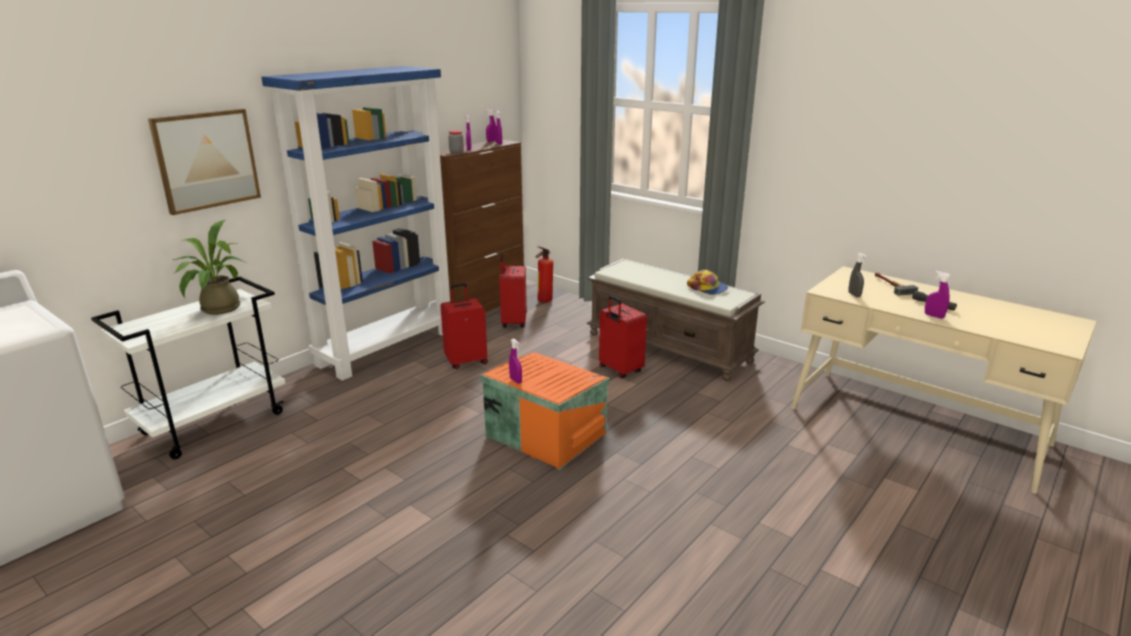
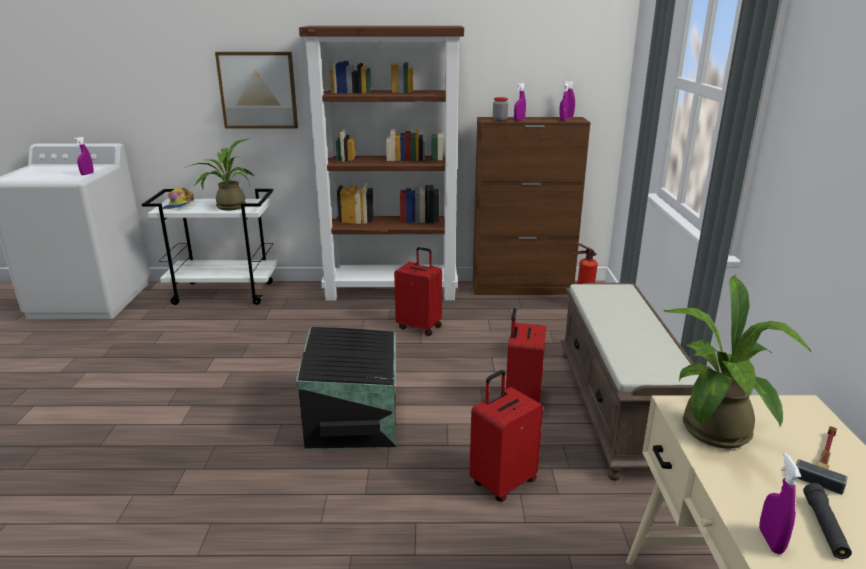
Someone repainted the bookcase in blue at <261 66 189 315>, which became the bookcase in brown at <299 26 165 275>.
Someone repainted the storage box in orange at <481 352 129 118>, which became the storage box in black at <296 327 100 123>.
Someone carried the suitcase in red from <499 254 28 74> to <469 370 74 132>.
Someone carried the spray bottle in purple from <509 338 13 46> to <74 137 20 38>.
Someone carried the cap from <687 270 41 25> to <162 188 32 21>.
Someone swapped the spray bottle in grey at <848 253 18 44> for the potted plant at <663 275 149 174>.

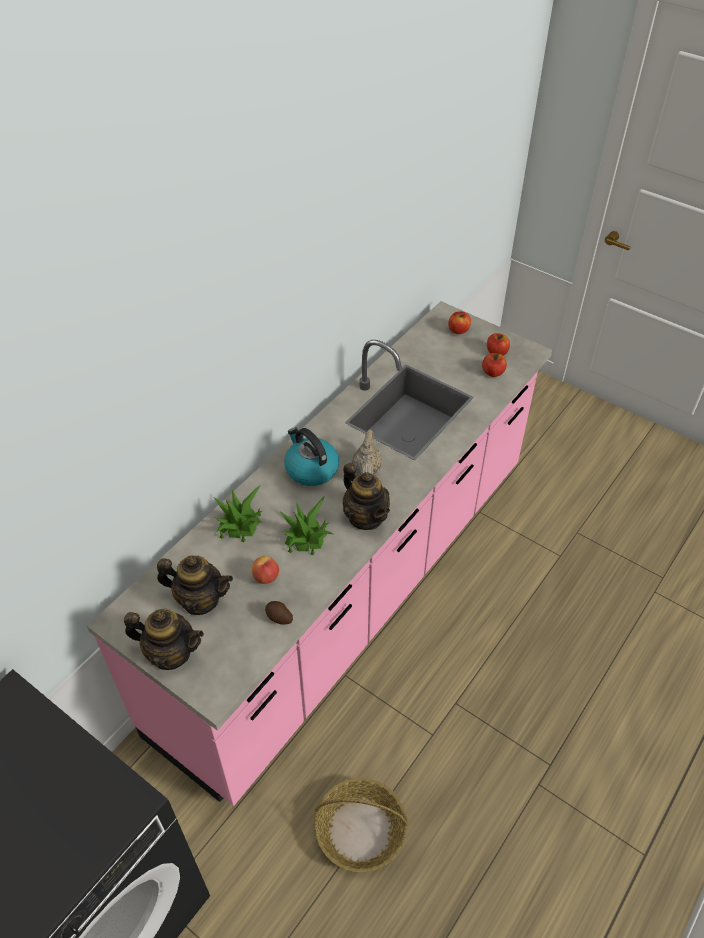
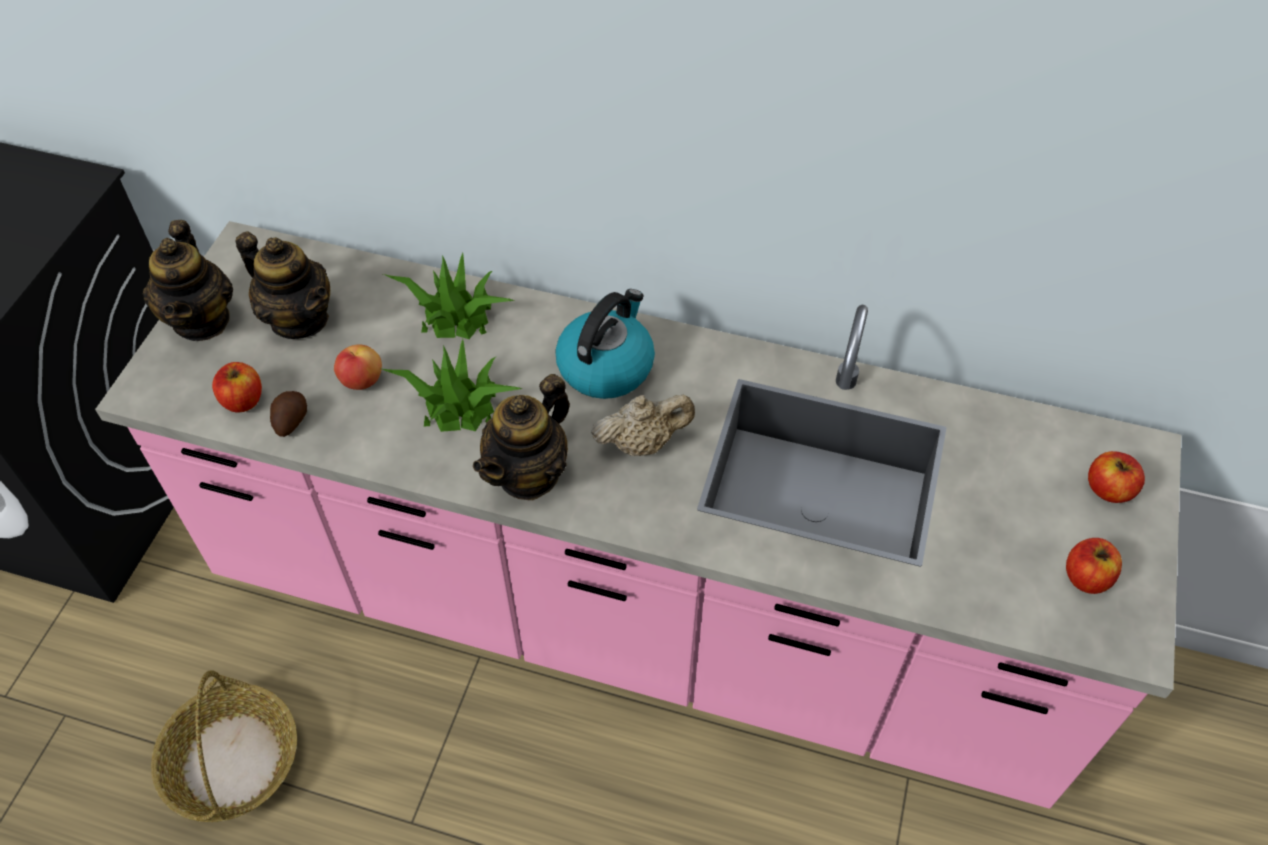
Someone rotated the teapot at <157 555 76 60> by 45 degrees counterclockwise.
Someone carried the apple from <482 353 25 24> to <212 362 50 50>.

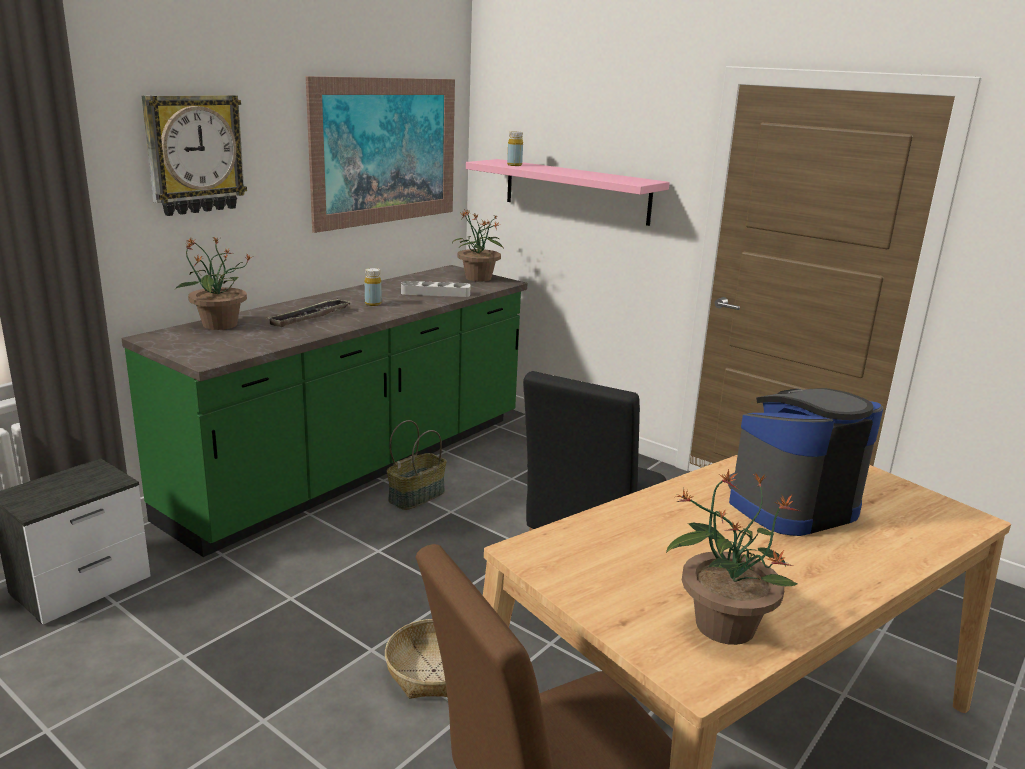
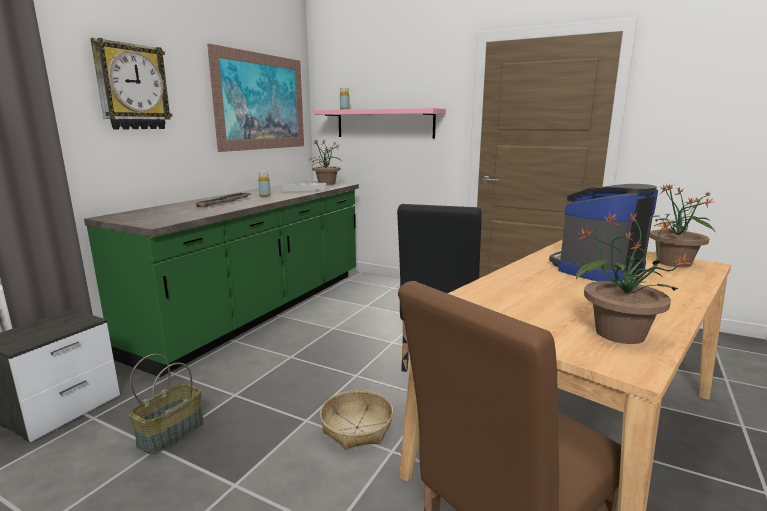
Someone carried the potted plant from <174 236 78 94> to <650 184 65 83>.
Someone carried the basket from <387 420 60 90> to <129 354 75 100>.

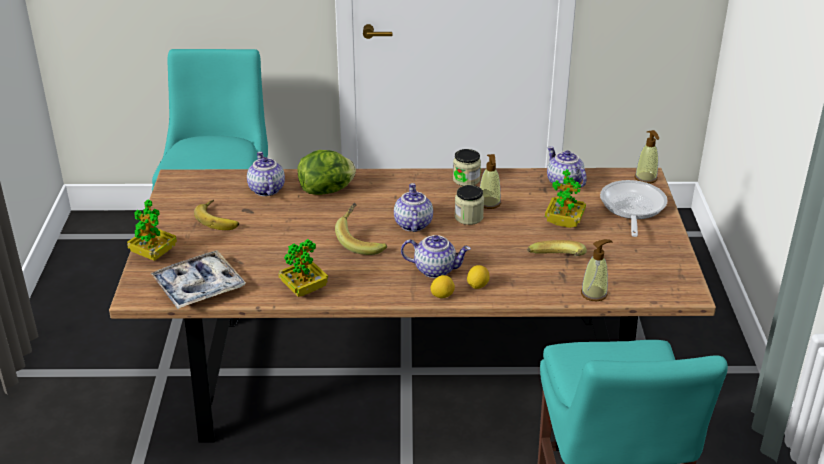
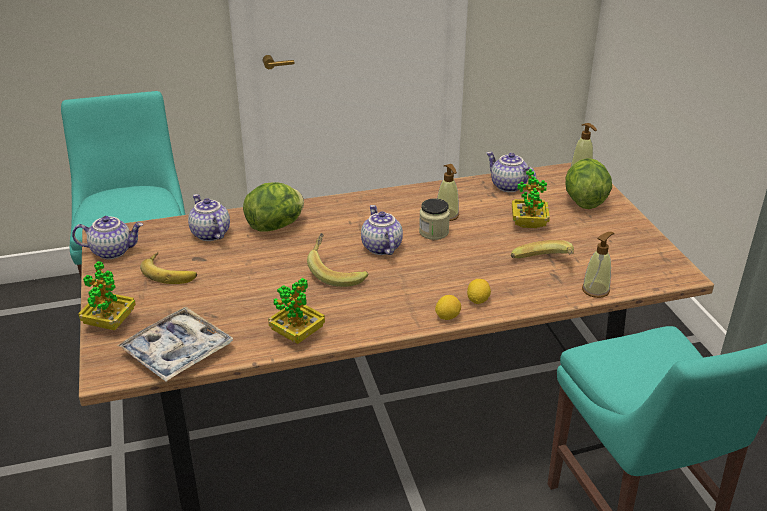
Someone carried the teapot from <401 235 70 43> to <72 216 71 43>.
Someone took away the jar at <453 149 28 37>.
Someone swapped the frying pan at <600 180 68 57> for the lettuce at <565 158 47 51>.

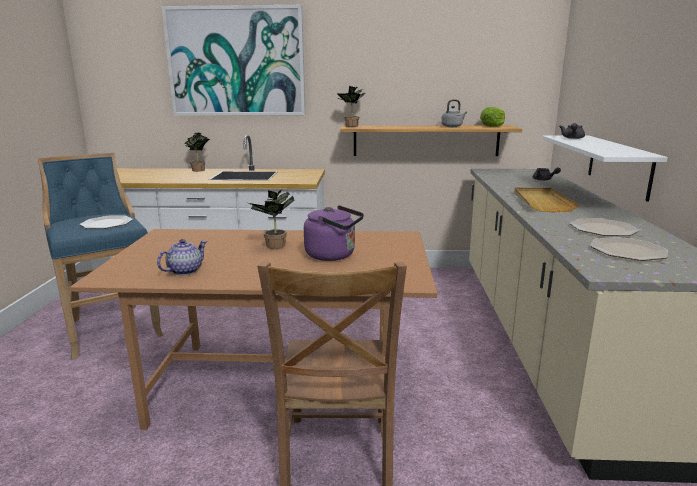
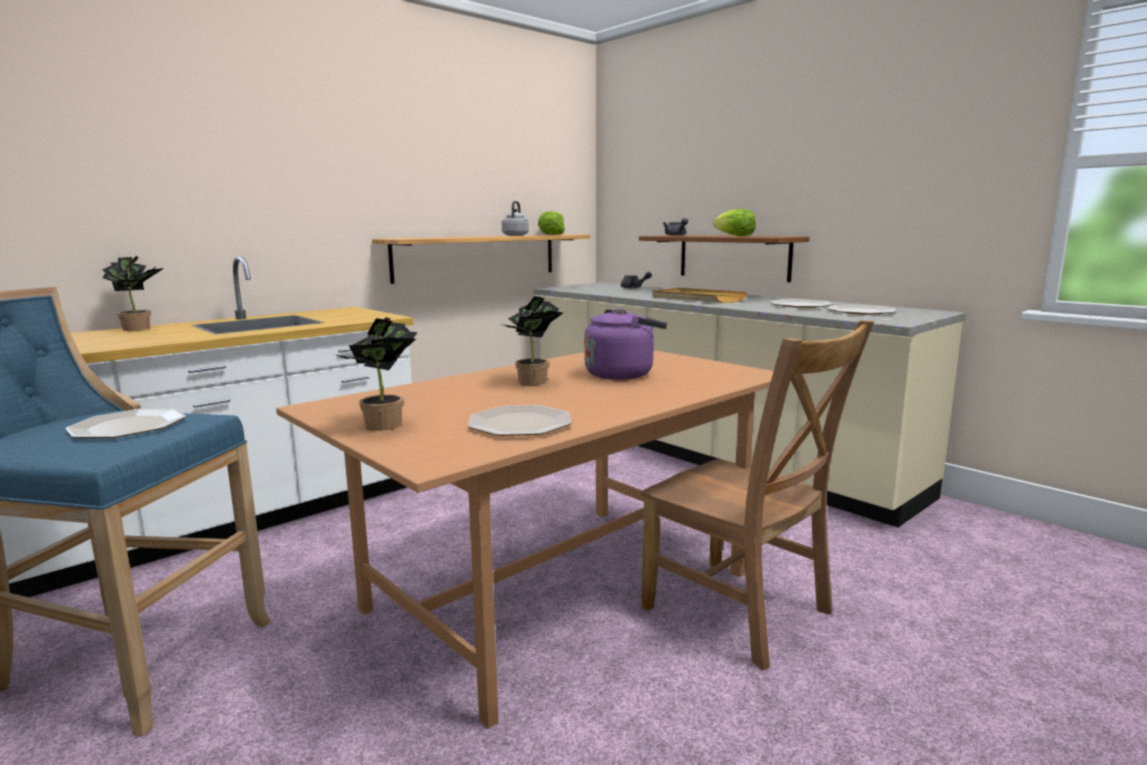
Someone swapped the teapot at <157 239 50 36> for the plate at <468 405 104 31>.
Someone took away the picture at <162 5 144 111>.
Someone carried the potted plant from <336 86 30 41> to <338 317 80 114>.
Someone repainted the shelf in white at <542 136 126 66>, which became the shelf in brown at <639 235 170 47>.
Someone put down the lettuce at <713 209 43 27>.

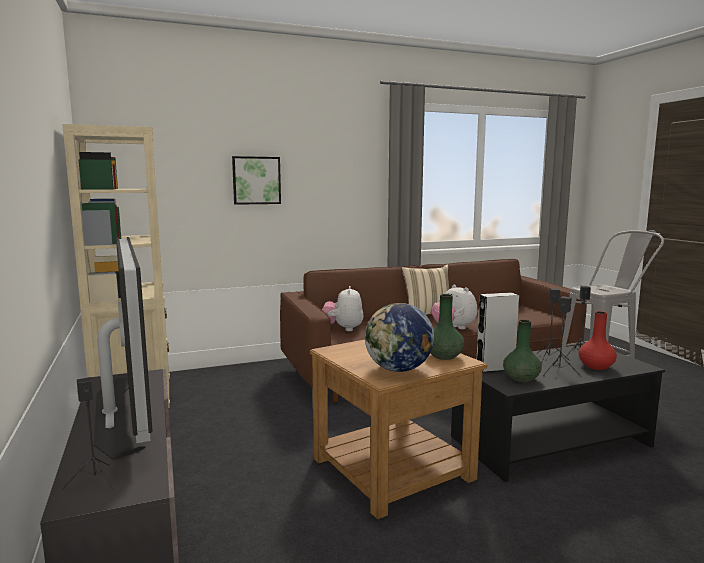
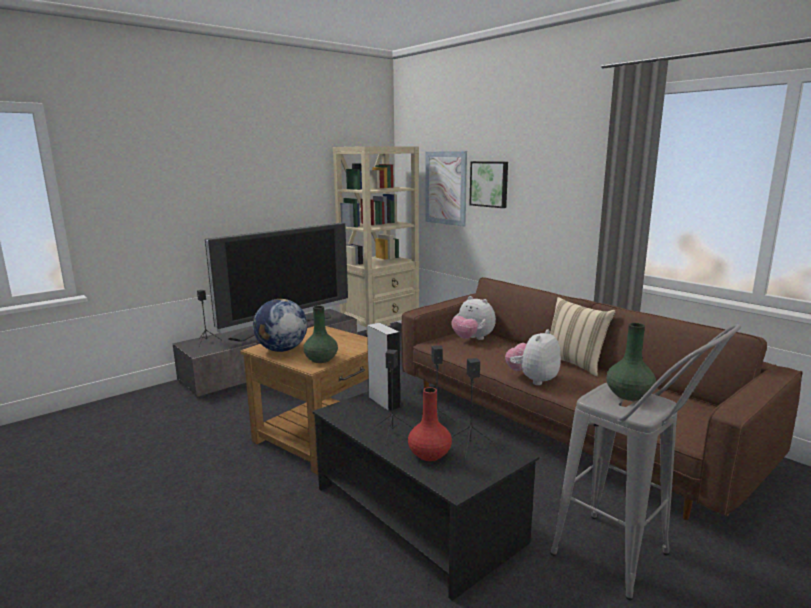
Someone rotated the plush toy at <322 286 41 45> by 120 degrees counterclockwise.
Someone carried the vase in green from <503 320 39 62> to <606 323 50 78>.
Someone put up the picture at <425 151 42 76>.

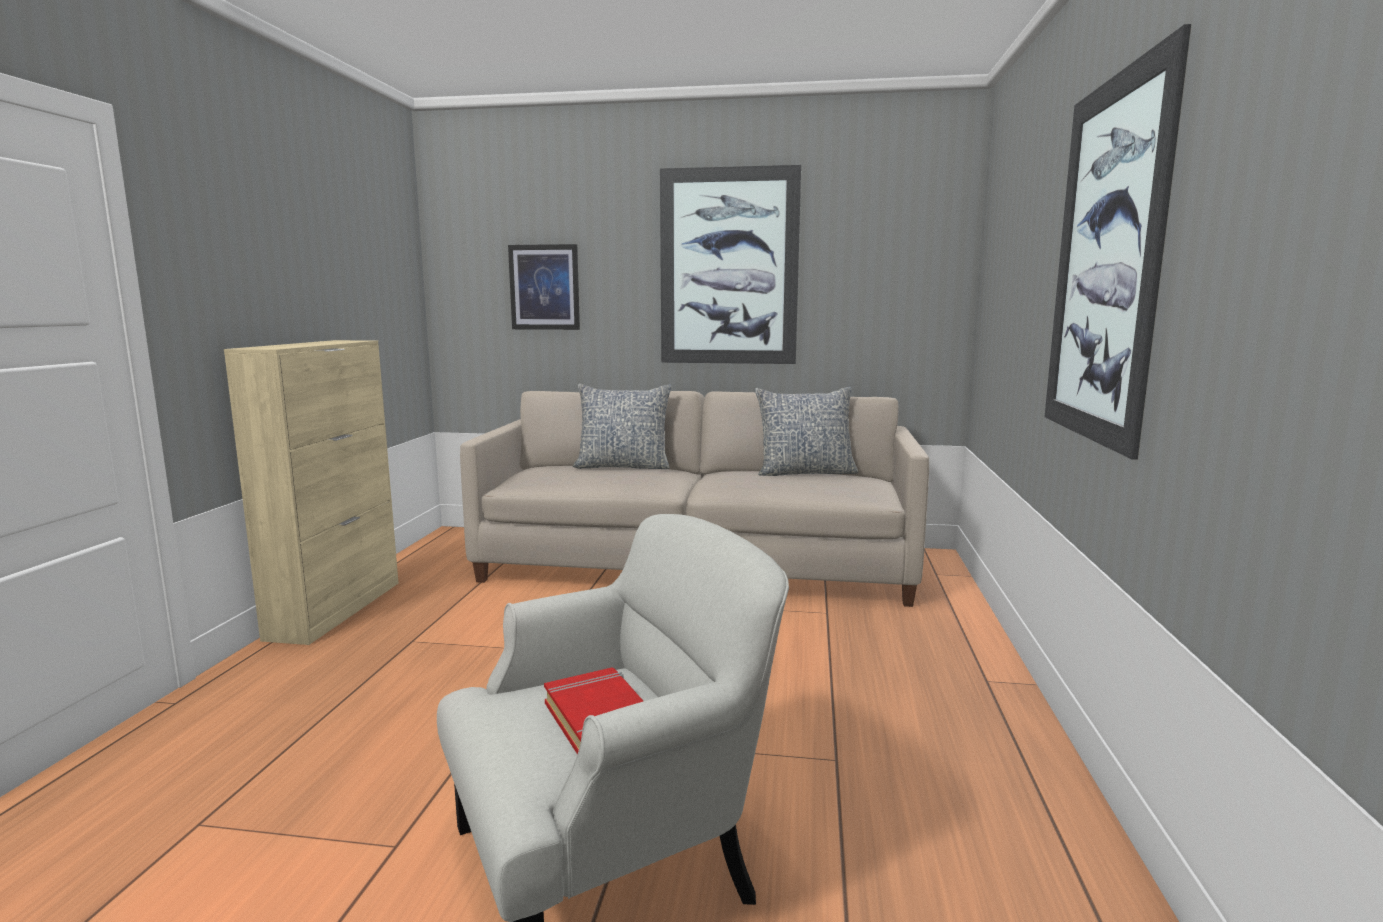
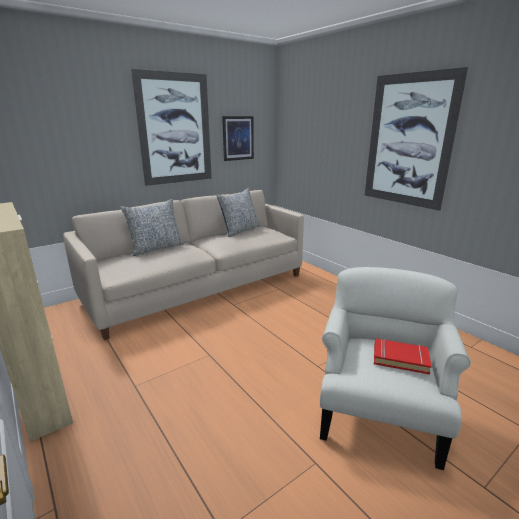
Someone carried the picture from <508 244 72 86> to <222 116 32 45>.

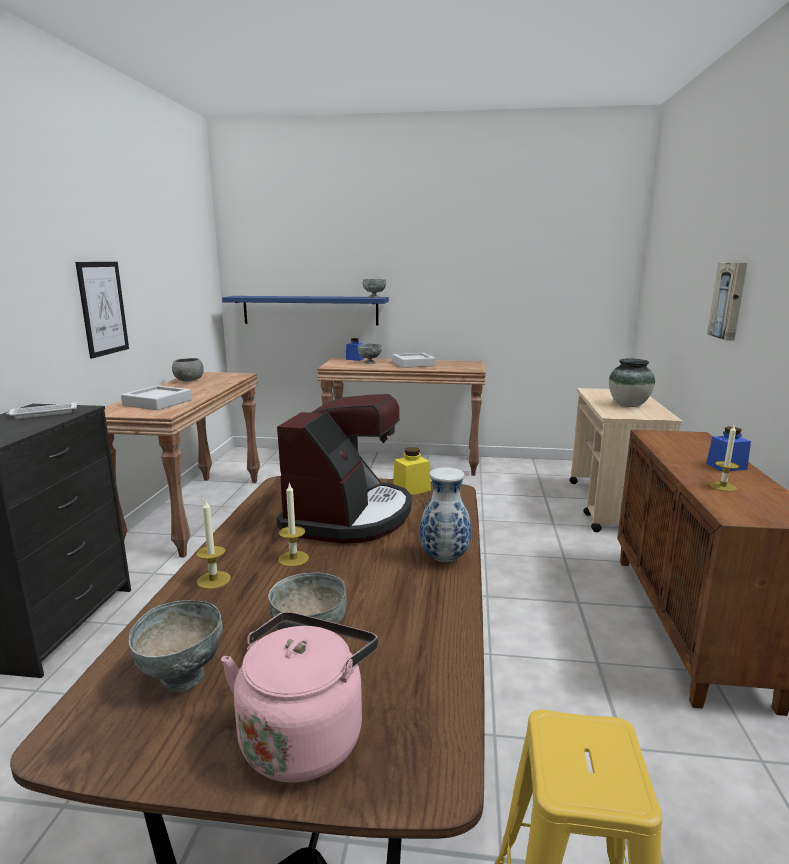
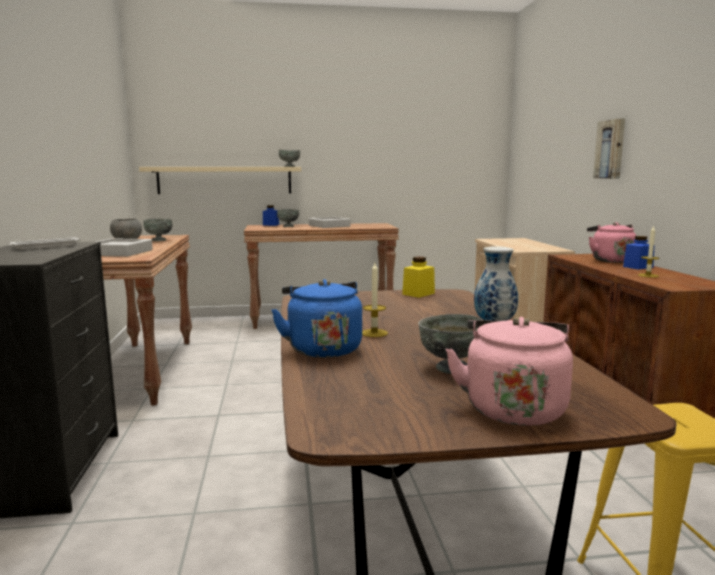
Someone took away the picture at <75 262 54 97>.
Someone carried the bowl in grey from <129 600 94 92> to <143 219 30 22>.
Someone swapped the candle at <196 499 35 90> for the kettle in blue at <271 279 91 79>.
Someone repainted the shelf in blue at <222 296 167 29>, which became the shelf in beige at <139 167 162 27>.
Someone took away the coffee machine at <277 394 135 150>.
Someone took away the vase at <609 359 46 48>.
Someone put down the kettle in pink at <587 222 49 41>.

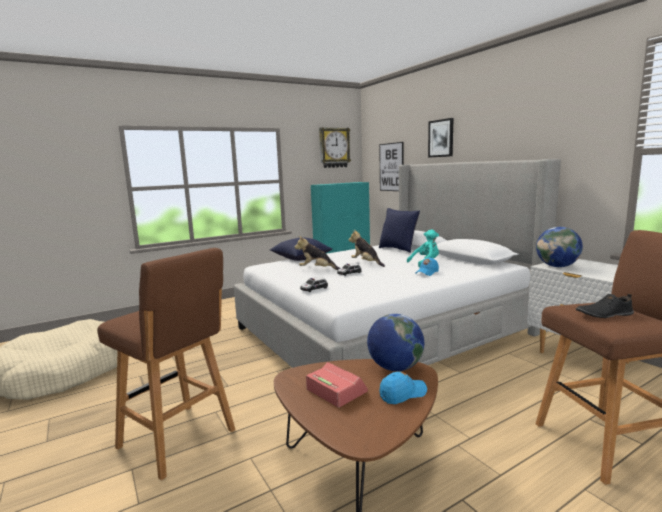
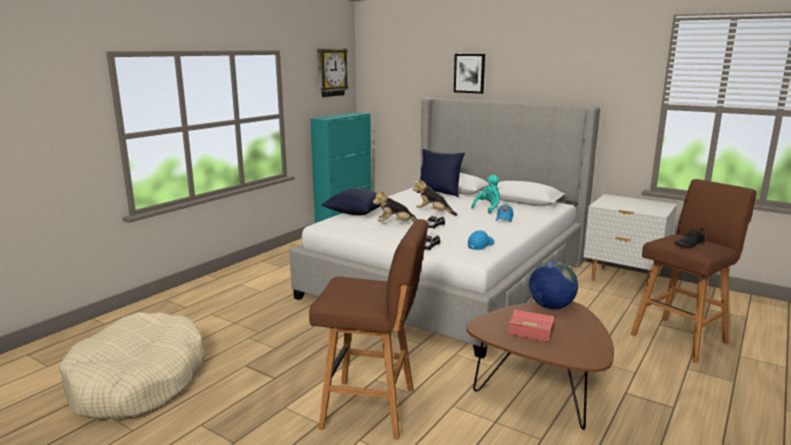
Someone took away the picture at <379 142 24 49>.
Someone carried the cap in blue from <380 372 47 32> to <468 230 26 20>.
Someone took away the globe at <536 227 47 40>.

